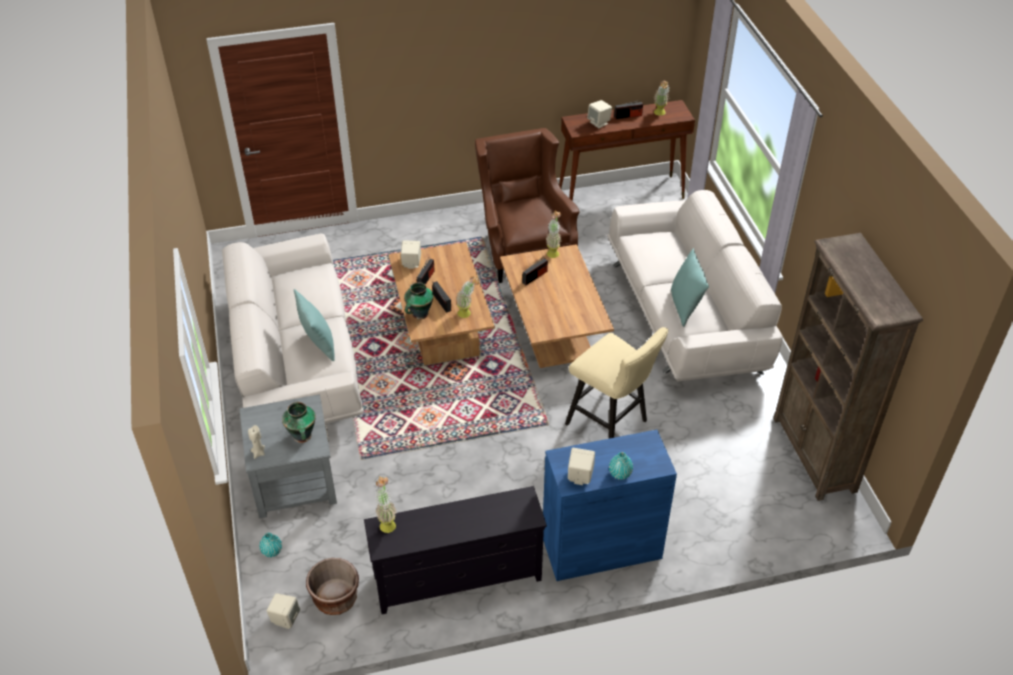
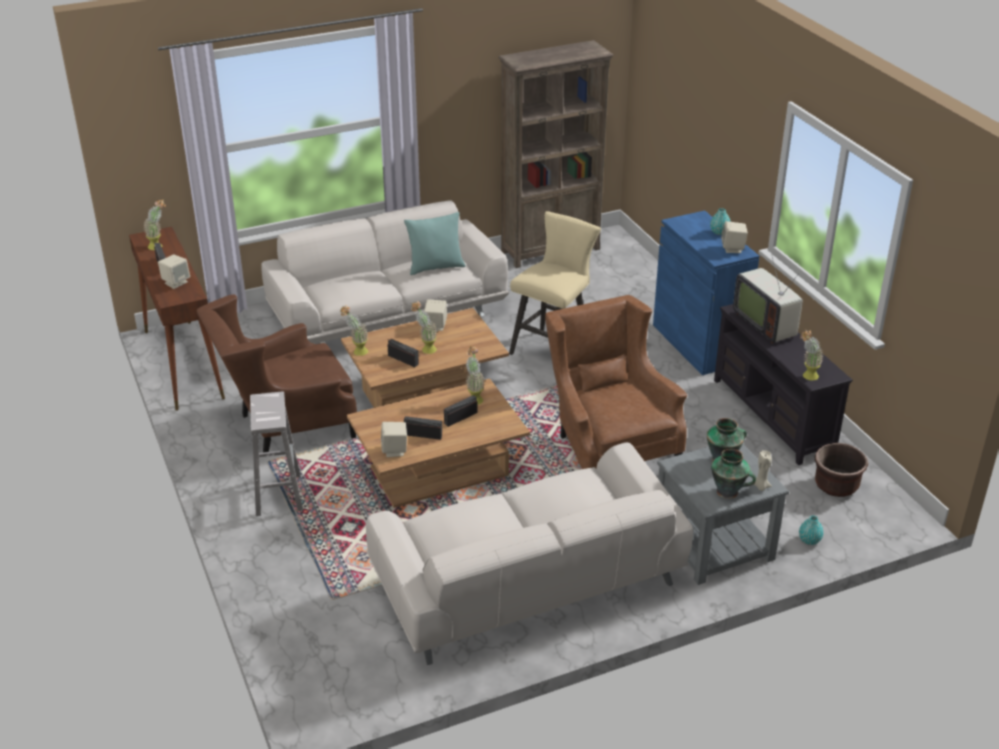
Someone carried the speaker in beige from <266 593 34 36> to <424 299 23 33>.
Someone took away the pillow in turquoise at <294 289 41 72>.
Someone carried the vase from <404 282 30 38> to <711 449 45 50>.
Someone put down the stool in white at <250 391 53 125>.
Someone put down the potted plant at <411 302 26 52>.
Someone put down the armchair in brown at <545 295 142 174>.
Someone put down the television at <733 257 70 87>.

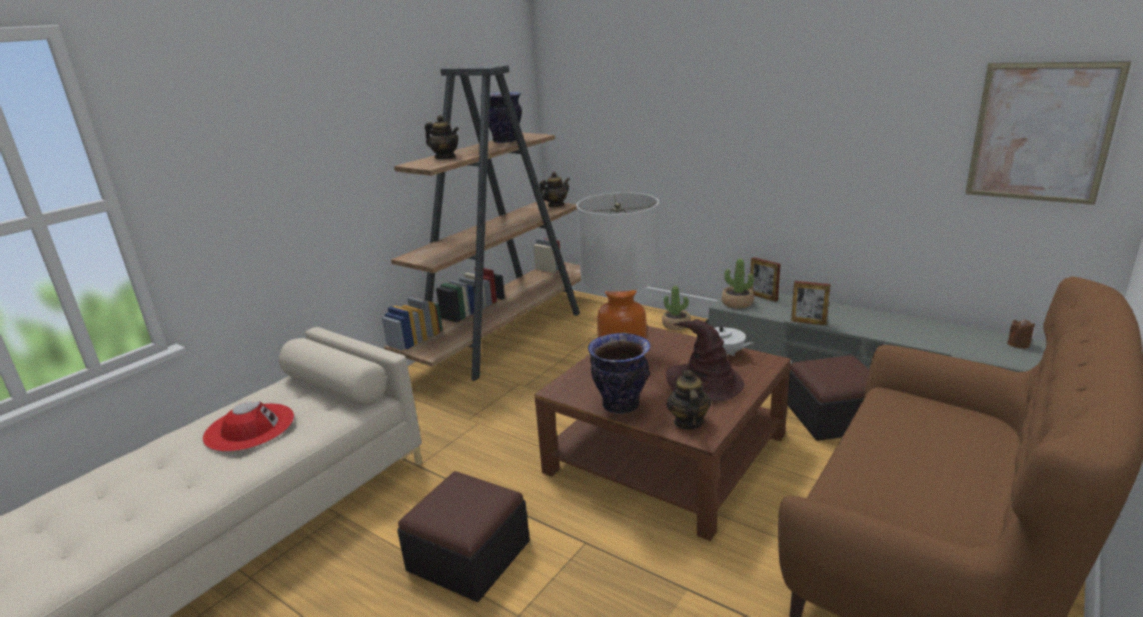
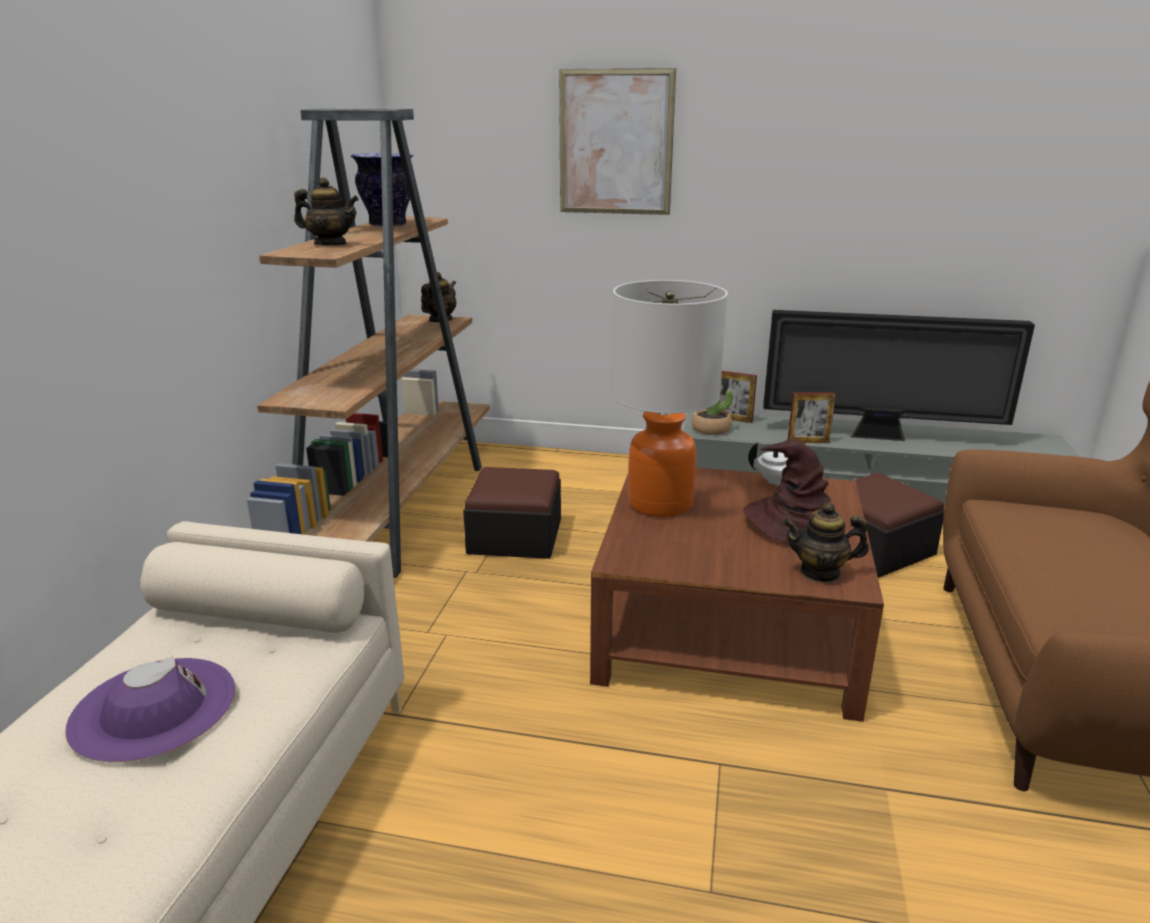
Someone repainted the hat in red at <203 401 91 51>, which became the hat in purple at <65 657 170 106>.
Someone carried the ottoman from <397 471 133 131> to <463 467 98 92>.
Someone took away the vase at <588 333 63 81>.
Someone took away the potted plant at <662 286 29 44>.
Someone rotated the teapot at <666 370 45 60> by 60 degrees counterclockwise.
Someone carried the picture from <965 61 166 144> to <559 68 117 147>.
Someone took away the candle in brown at <1007 319 28 30>.
Someone put down the television at <763 310 272 131>.

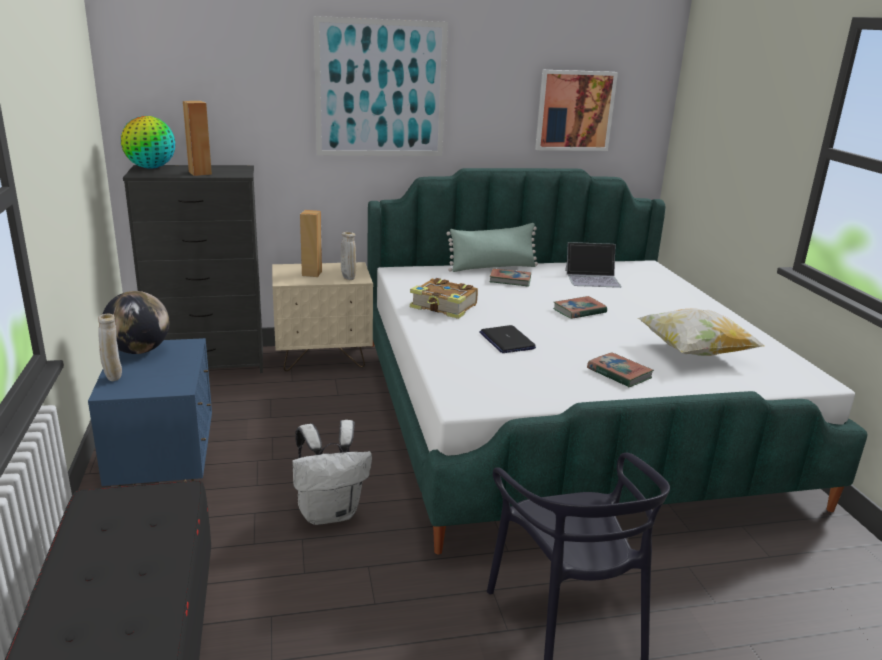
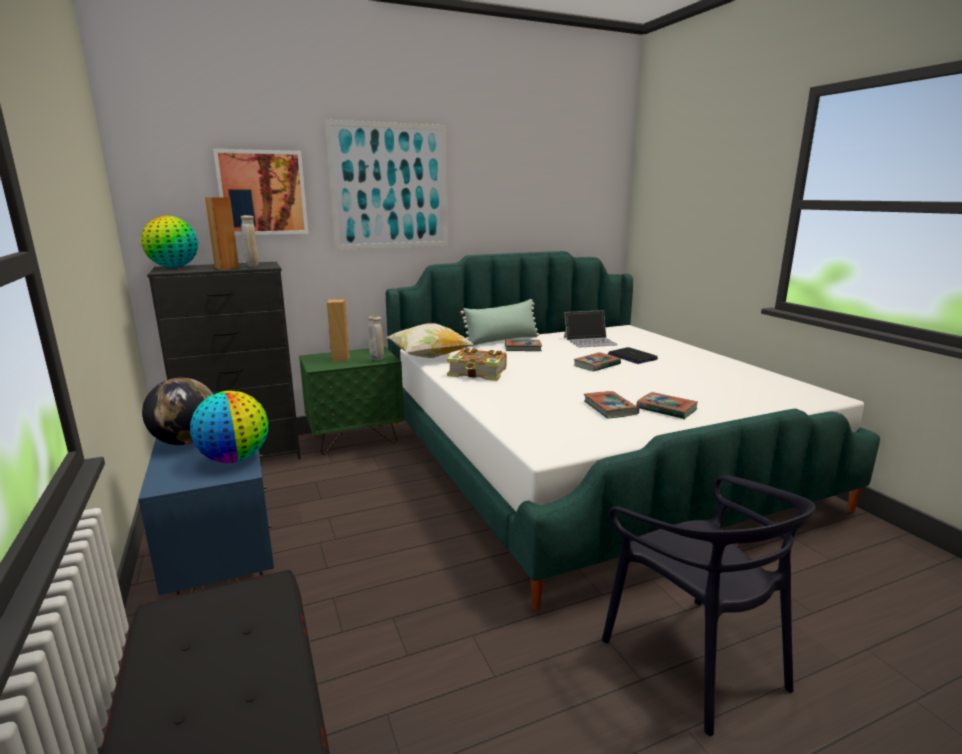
Someone carried the vase in beige from <98 314 24 67> to <241 215 18 53>.
Someone repainted the nightstand in beige at <272 262 101 109>, which became the nightstand in green at <299 347 105 108>.
Someone took away the backpack in white at <292 420 80 105>.
Someone carried the laptop from <479 325 57 28> to <608 347 50 17>.
Someone carried the picture from <535 70 83 81> to <213 149 96 87>.
Someone carried the pillow from <637 308 128 48> to <387 323 87 35>.
Someone put down the globe at <190 391 78 72>.
Someone put down the book at <584 391 55 28>.

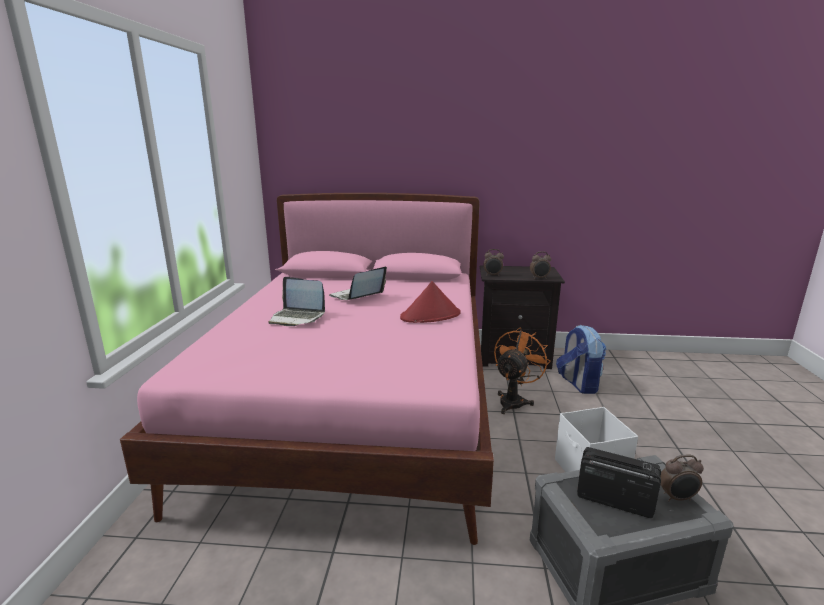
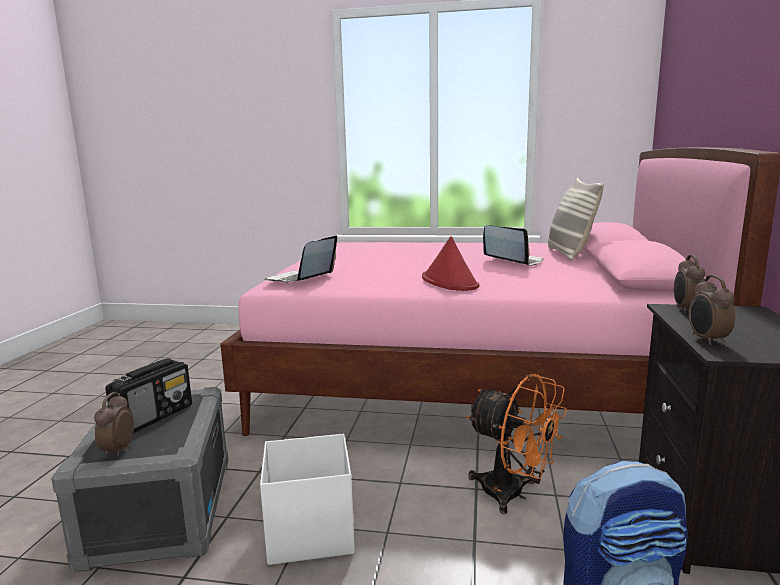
Someone carried the laptop from <268 277 57 49> to <265 235 72 48>.
Someone put down the pillow at <548 178 56 83>.

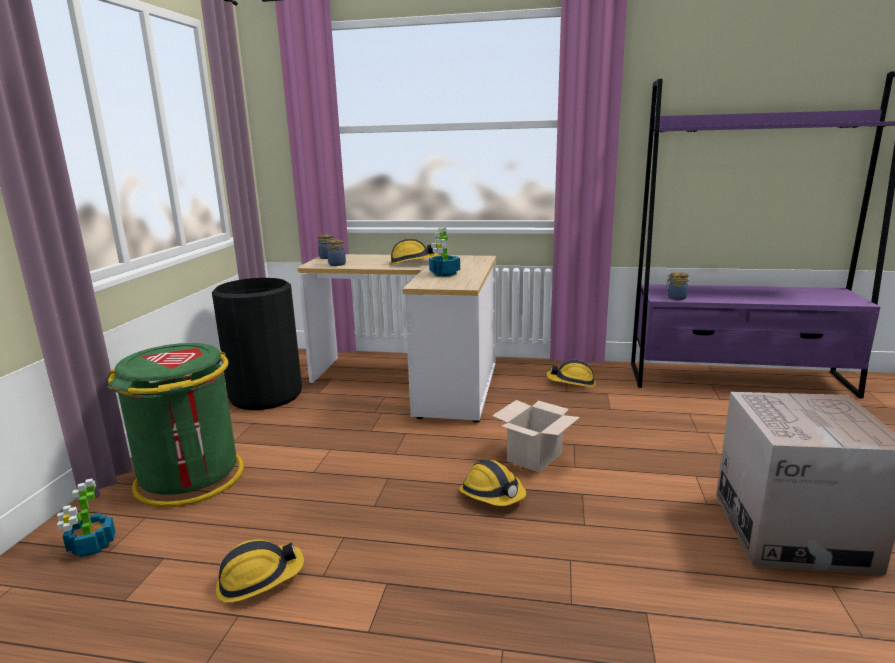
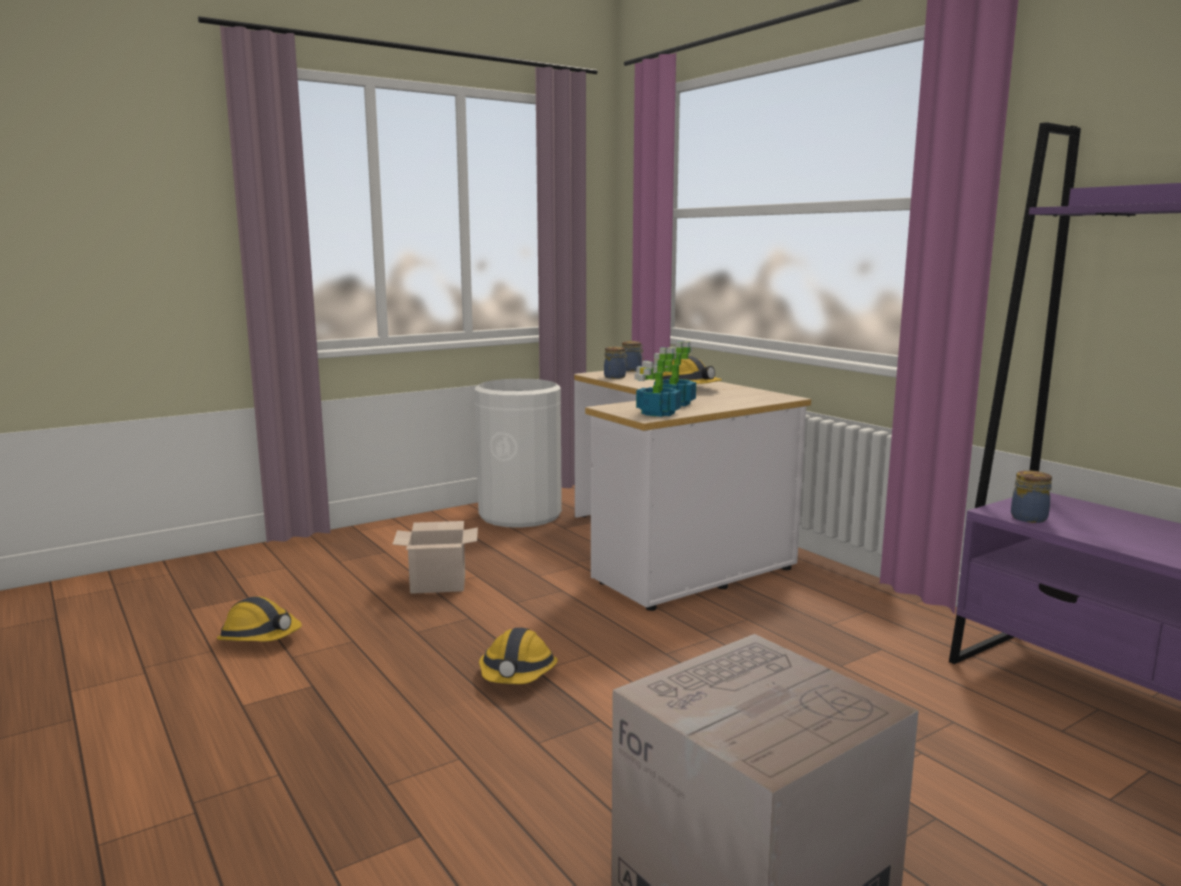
Someone carried the potted plant from <57 478 58 79> to <634 347 47 70>.
Someone took away the trash can in green at <108 343 136 164>.
Someone repainted the trash can in black at <212 278 90 132>, which became the trash can in white at <475 379 87 149>.
Someone carried the cardboard box from <492 400 88 73> to <393 521 85 73>.
Someone took away the hard hat at <546 360 50 27>.

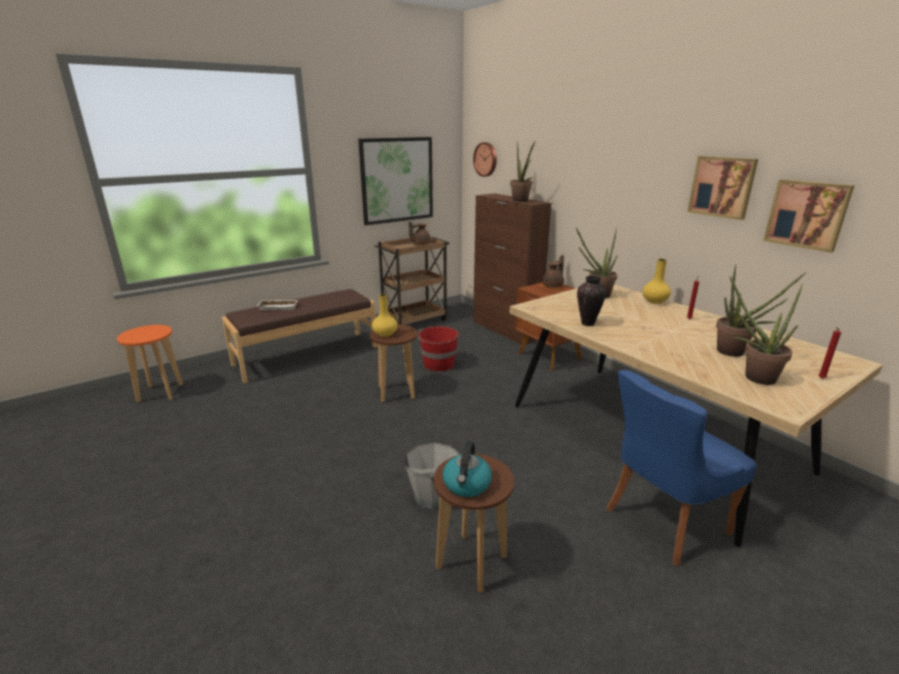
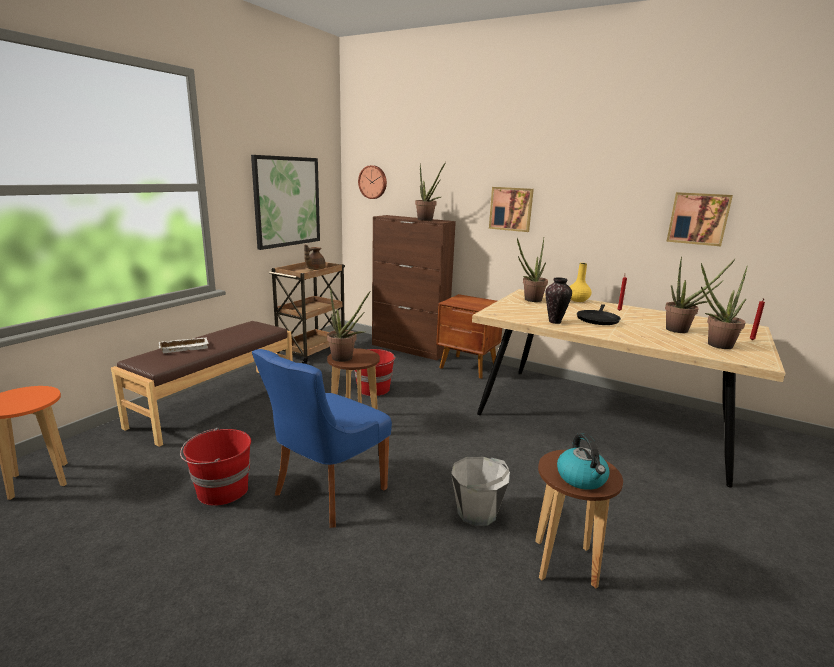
Someone swapped the vase in yellow at <372 294 26 43> for the potted plant at <327 286 44 76>.
Someone took away the teapot in brown at <542 255 22 33>.
Someone carried the chair in blue from <607 370 150 196> to <252 349 140 179>.
Someone carried the picture from <688 156 70 64> to <489 187 45 45>.
Someone put down the bucket in red at <180 428 71 78>.
Someone put down the frying pan in black at <577 304 44 21>.

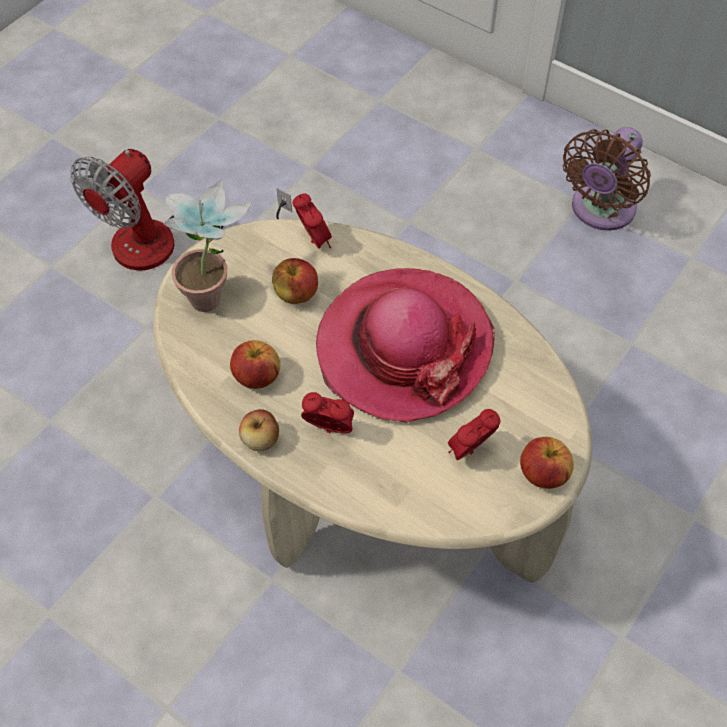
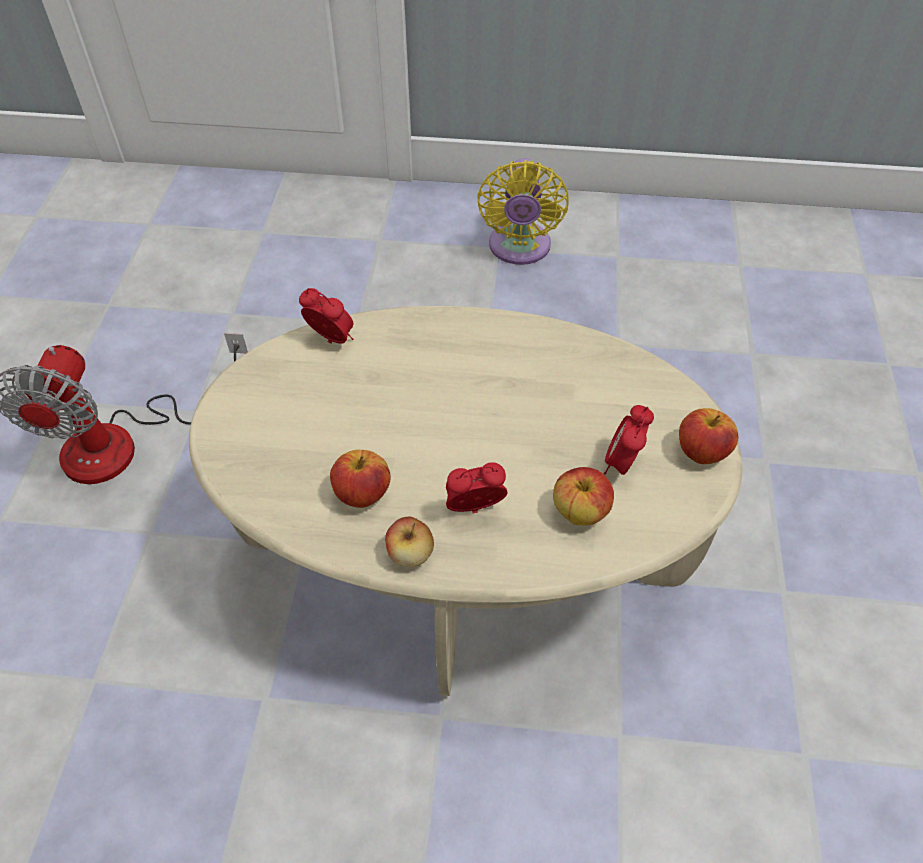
Someone took away the potted plant at <164 179 87 133>.
Someone carried the apple from <272 258 46 46> to <553 467 61 59>.
Someone took away the hat at <316 268 179 155>.
Someone repainted the fan in brown at <563 127 88 104>, which became the fan in yellow at <477 158 92 107>.

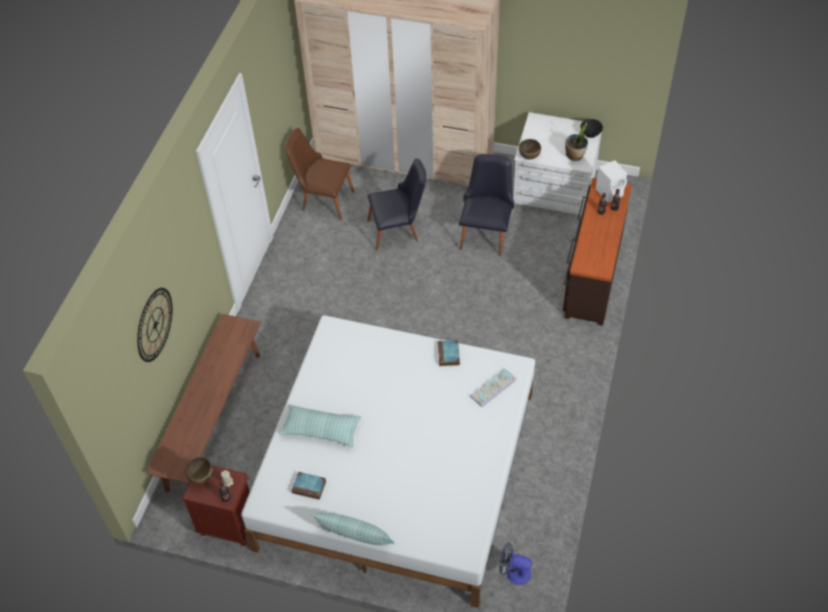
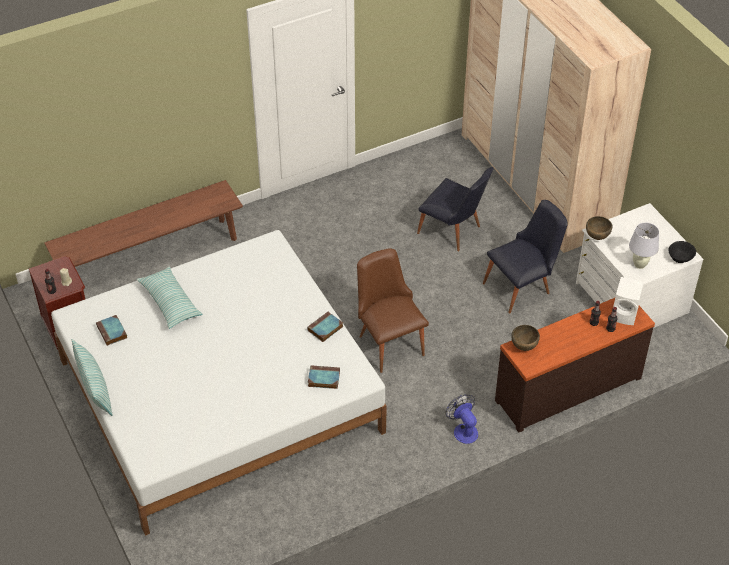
Someone took away the wall clock at <137 288 35 74>.
Someone carried the bowl in brown from <185 457 28 27> to <511 325 29 26>.
Someone carried the chair in brown from <285 128 69 93> to <357 249 72 124>.
Someone swapped the keyboard at <470 368 47 39> for the book at <308 365 32 24>.
Someone carried the fan from <499 542 33 43> to <446 394 32 50>.
Someone swapped the potted plant at <565 122 23 39> for the table lamp in white at <629 223 30 46>.

